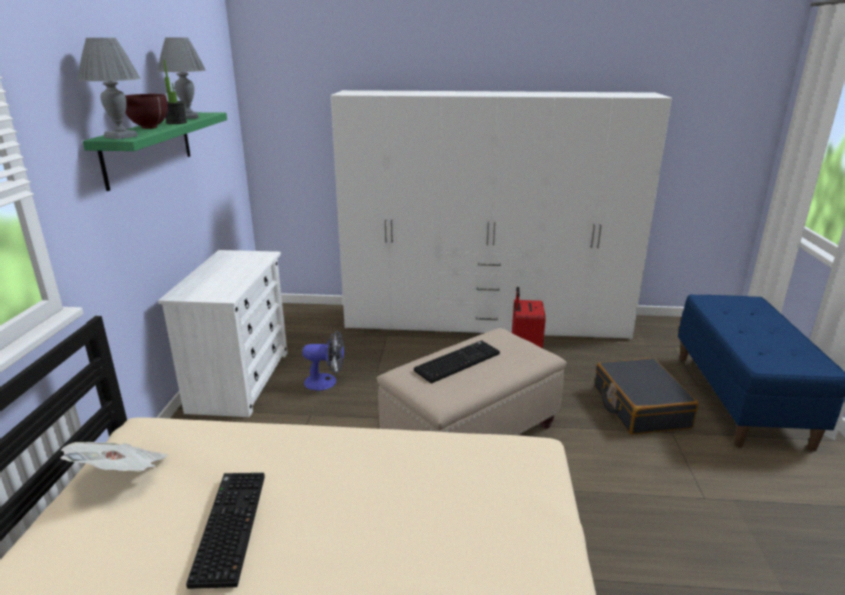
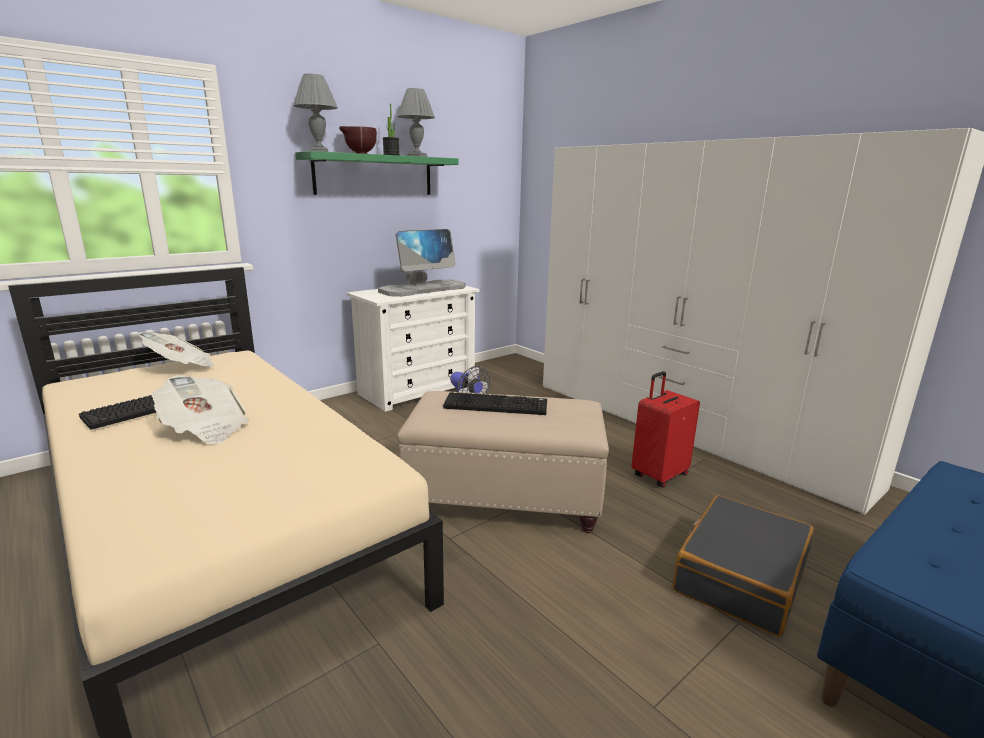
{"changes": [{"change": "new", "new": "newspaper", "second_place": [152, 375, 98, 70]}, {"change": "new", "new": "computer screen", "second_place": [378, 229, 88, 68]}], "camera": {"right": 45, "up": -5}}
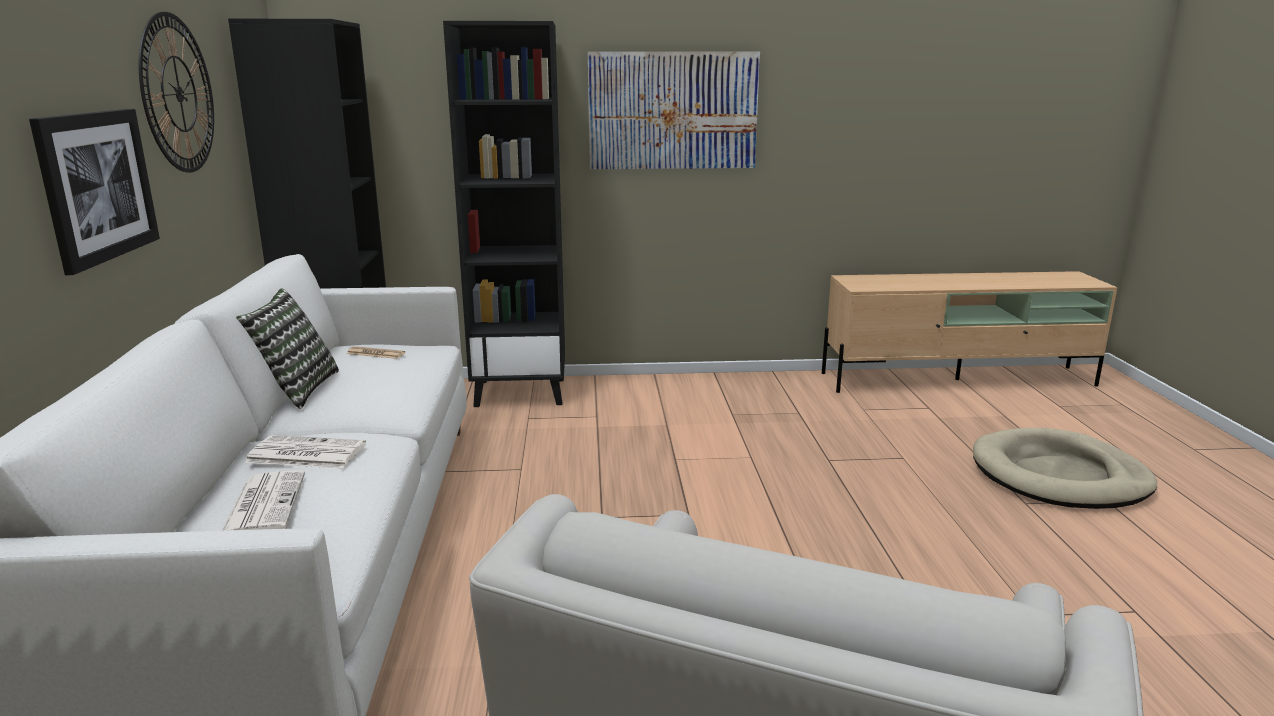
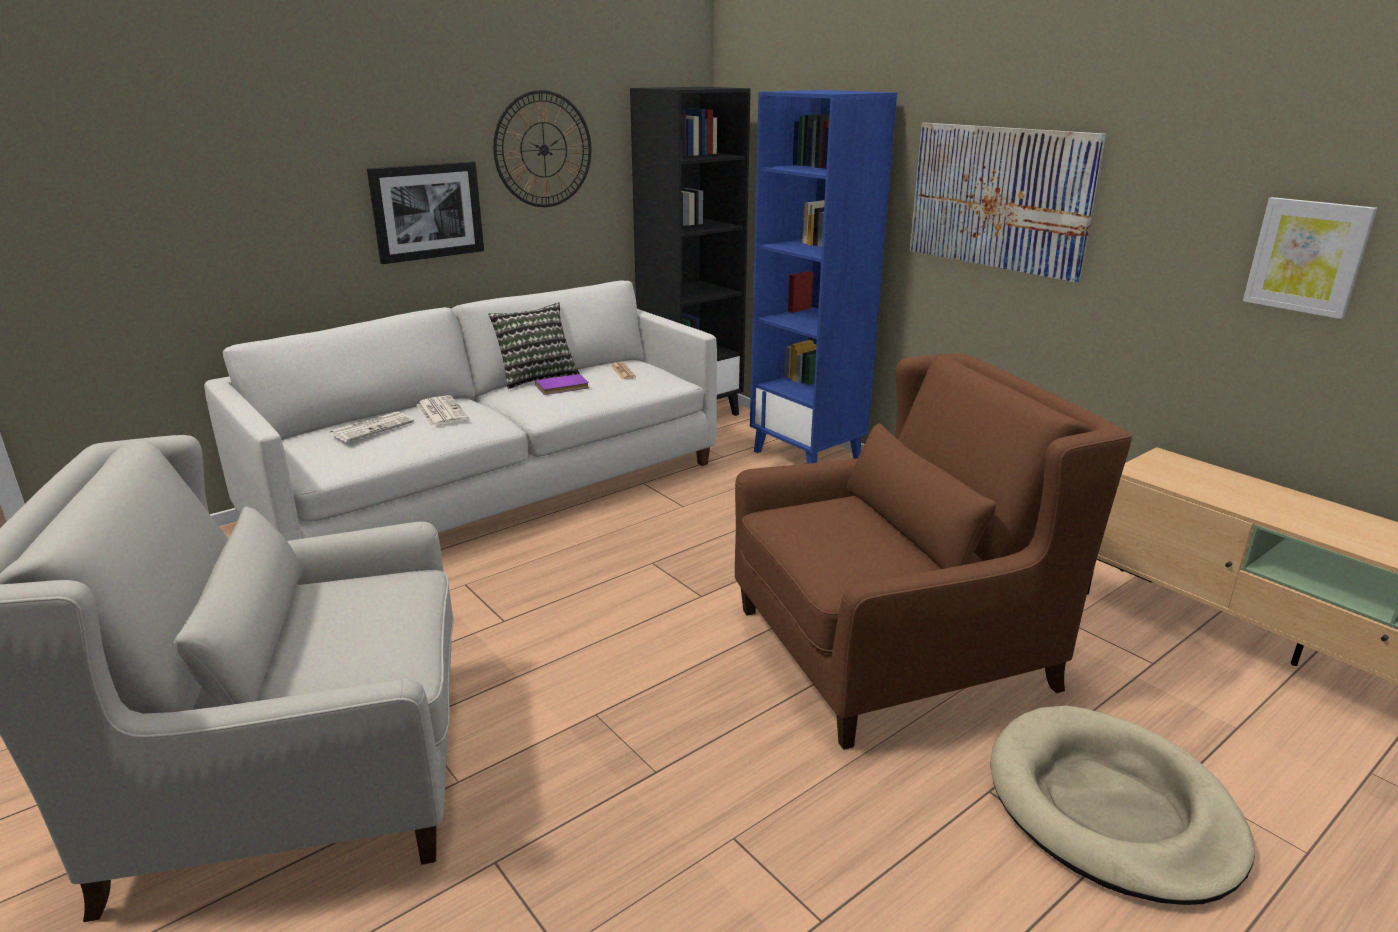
{"changes": [{"change": "new", "new": "purple book", "second_place": [535, 374, 54, 21]}, {"change": "new", "new": "brown armchair", "second_place": [735, 353, 398, 397]}, {"change": "new", "new": "picture", "second_place": [1243, 197, 134, 122]}, {"change": "repainted", "old": "blackish bookshelf", "new": "bluish bookshelf", "first_place": [443, 21, 122, 386], "second_place": [750, 90, 147, 374]}], "camera": {"right": 55, "up": 5}}
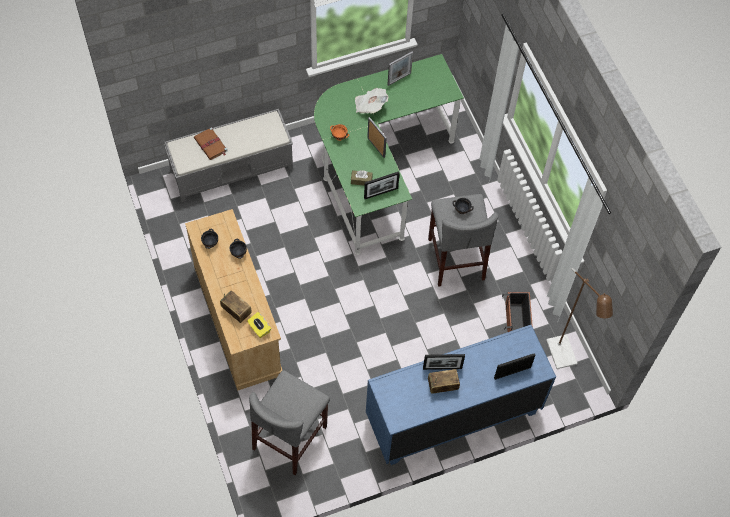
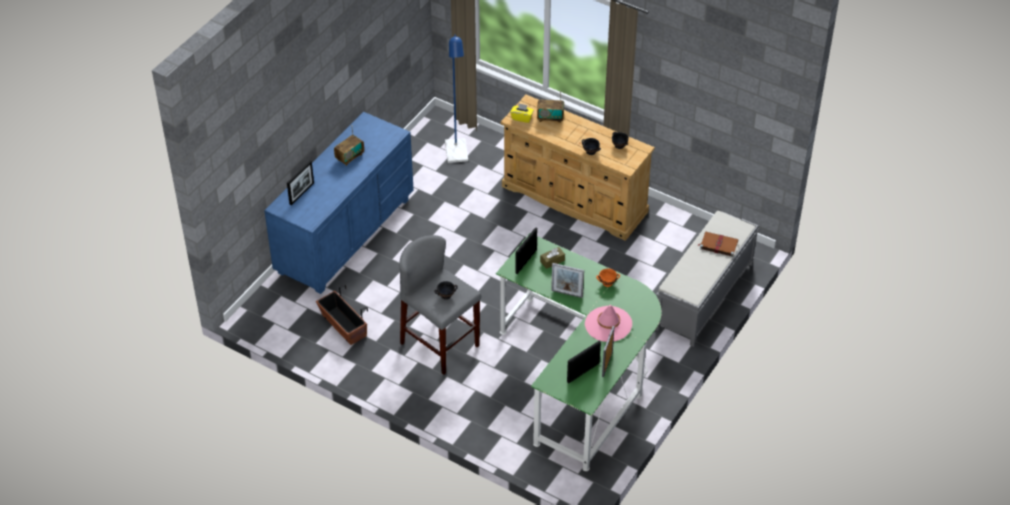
{"changes": [{"change": "gone", "old": "brown standing lamp", "first_place": [546, 268, 67, 101]}, {"change": "shifted", "old": "picture frame", "first_place": [423, 354, 42, 16], "second_place": [567, 341, 34, 43]}, {"change": "swapped", "old": "gray stool", "new": "bluish standing lamp", "first_place": [249, 370, 81, 105], "second_place": [445, 34, 23, 129]}, {"change": "swapped", "old": "newspaper", "new": "pink-coloured hat", "first_place": [355, 88, 33, 25], "second_place": [585, 305, 47, 37]}], "camera": {"right": 145, "up": -15}}
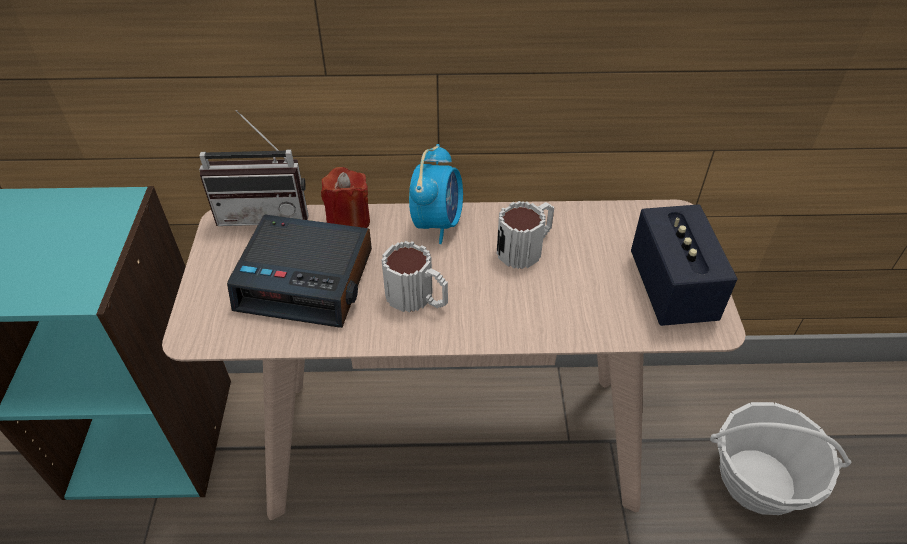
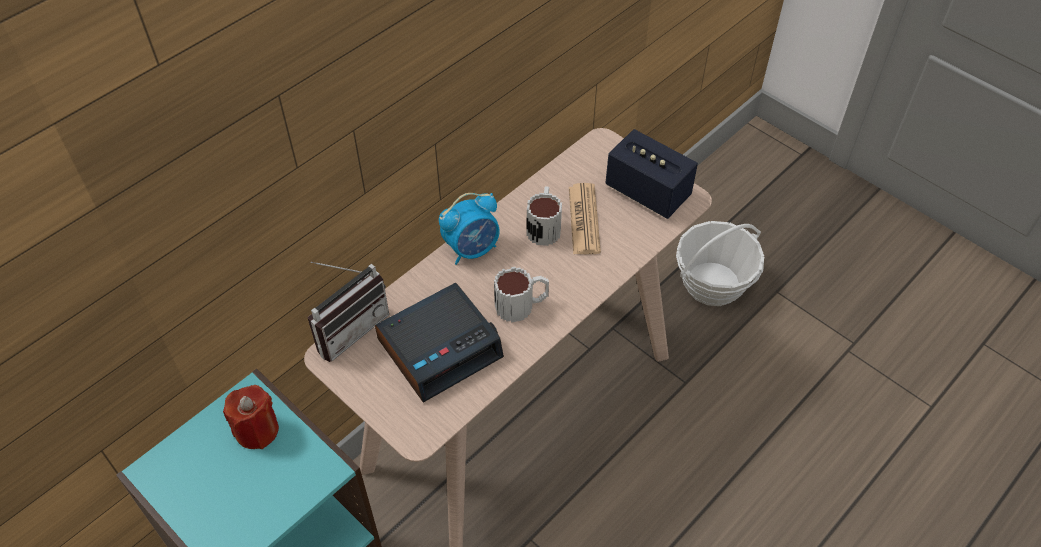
{"changes": [{"change": "new", "new": "newspaper", "second_place": [569, 183, 32, 71]}, {"change": "shifted", "old": "red candle", "first_place": [321, 167, 49, 61], "second_place": [223, 385, 56, 64]}, {"change": "rotated", "old": "alarm clock", "first_place": [409, 144, 54, 100], "second_place": [439, 193, 61, 72], "degrees": 90}], "camera": {"right": -45, "up": 5}}
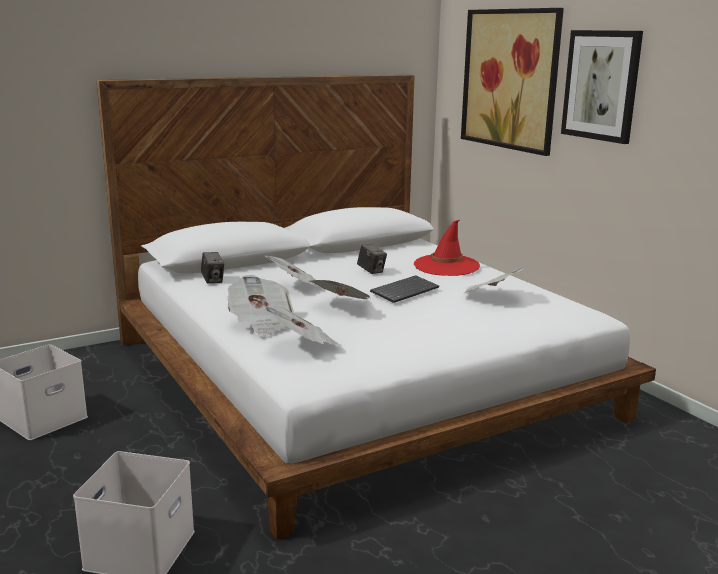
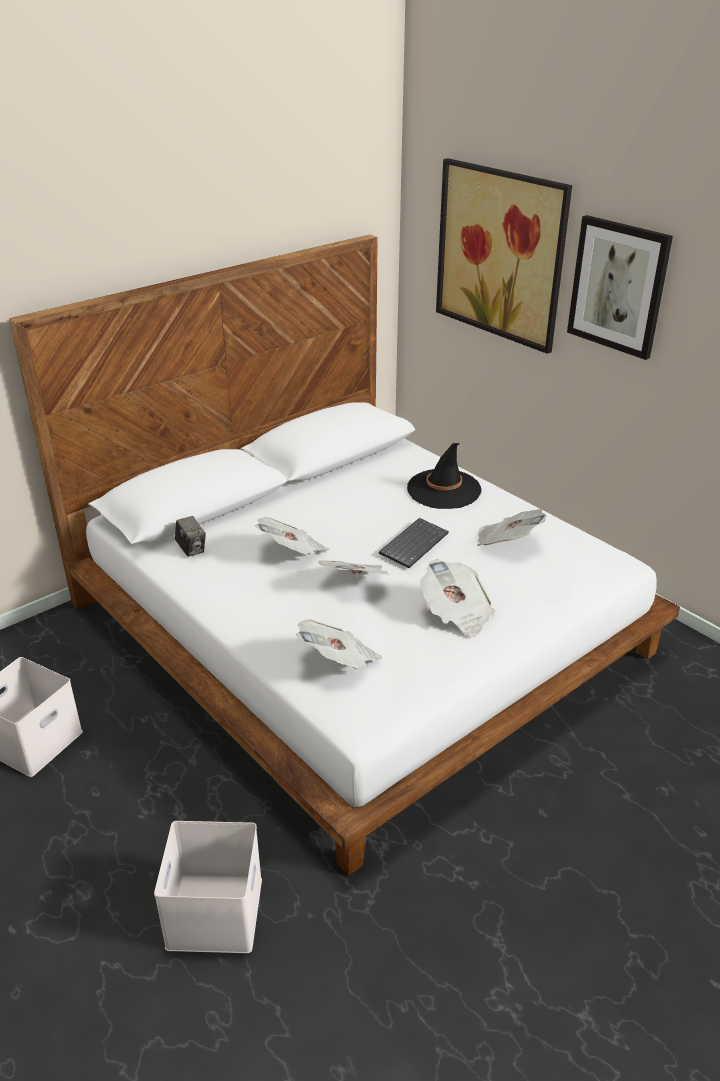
{"changes": [{"change": "gone", "old": "photo camera", "first_place": [357, 244, 30, 30]}, {"change": "shifted", "old": "newspaper", "first_place": [228, 275, 66, 61], "second_place": [420, 559, 75, 78]}, {"change": "repainted", "old": "red hat", "new": "blackish hat", "first_place": [414, 220, 66, 56], "second_place": [407, 443, 74, 66]}], "camera": {"right": -10, "up": 15}}
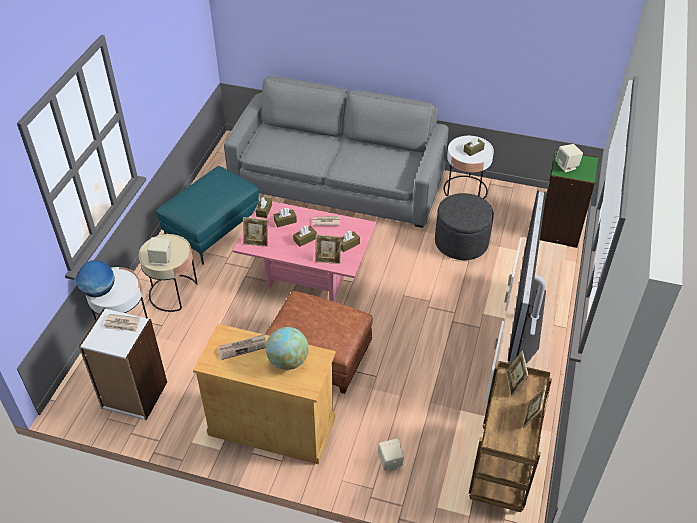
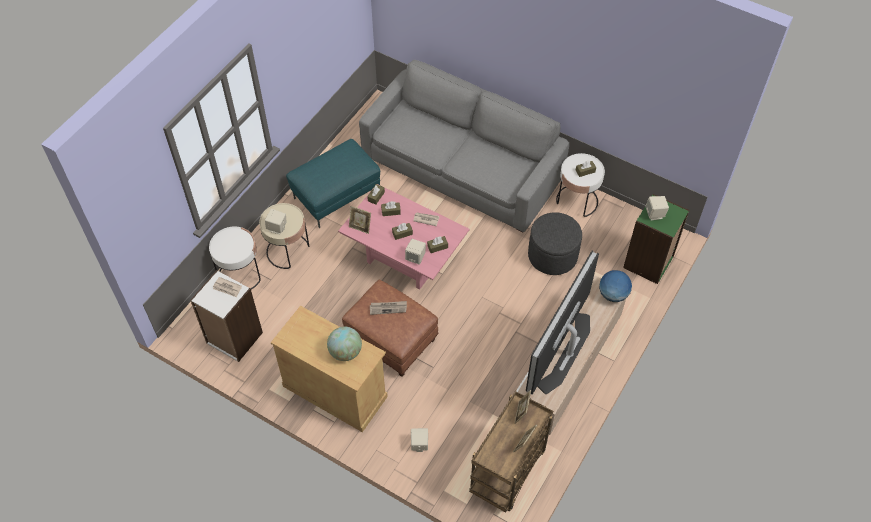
{"changes": [{"change": "shifted", "old": "desk globe", "first_place": [76, 260, 39, 37], "second_place": [599, 270, 33, 32]}, {"change": "shifted", "old": "newspaper", "first_place": [218, 334, 48, 26], "second_place": [370, 301, 37, 14]}, {"change": "swapped", "old": "picture frame", "new": "sand-coloured speaker", "first_place": [315, 235, 27, 29], "second_place": [405, 239, 21, 26]}], "camera": {"right": 15, "up": 10}}
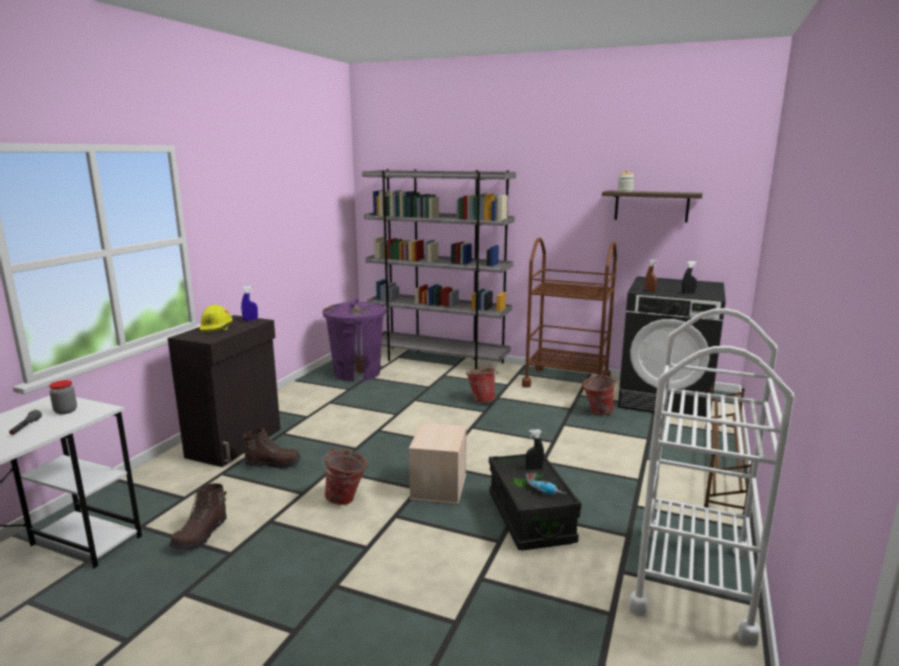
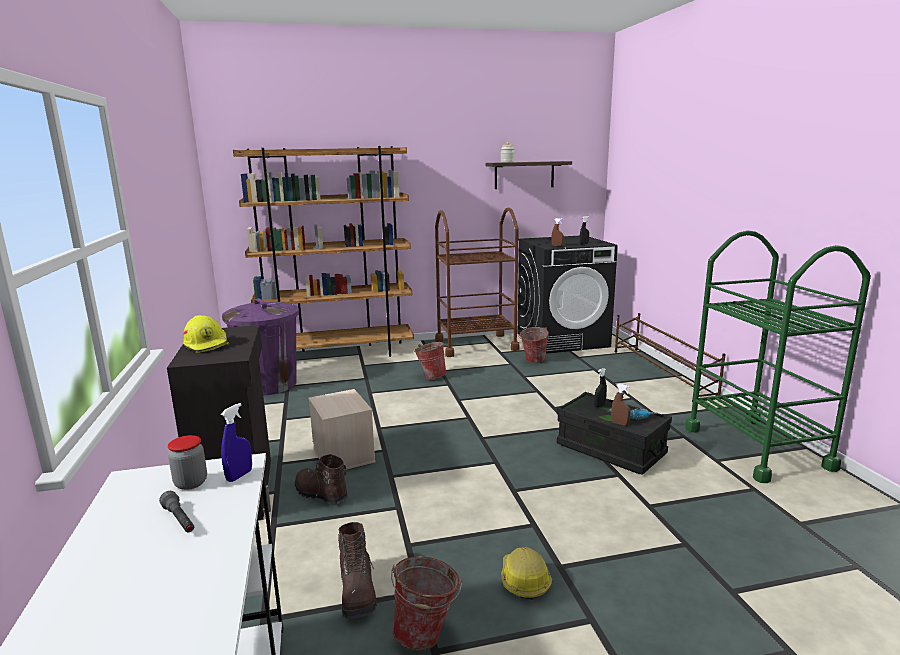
{"changes": [{"change": "new", "new": "work helmet", "second_place": [501, 547, 51, 53]}, {"change": "new", "new": "brown sprayer", "second_place": [611, 384, 19, 42]}, {"change": "shifted", "old": "bluish sprayer", "first_place": [241, 286, 17, 35], "second_place": [221, 403, 31, 79]}, {"change": "shifted", "old": "pail", "first_place": [322, 448, 46, 57], "second_place": [391, 556, 71, 95]}, {"change": "shifted", "old": "sand-coloured storage container", "first_place": [409, 423, 58, 82], "second_place": [309, 389, 66, 81]}, {"change": "repainted", "old": "gray bookshelf", "new": "brown bookshelf", "first_place": [362, 169, 154, 200], "second_place": [233, 146, 181, 211]}, {"change": "repainted", "old": "whitish wheeled cart", "new": "green wheeled cart", "first_place": [628, 308, 166, 338], "second_place": [685, 231, 186, 252]}, {"change": "rotated", "old": "brown tall boot", "first_place": [243, 428, 58, 41], "second_place": [295, 454, 53, 50], "degrees": -105}], "camera": {"right": -35, "up": 0}}
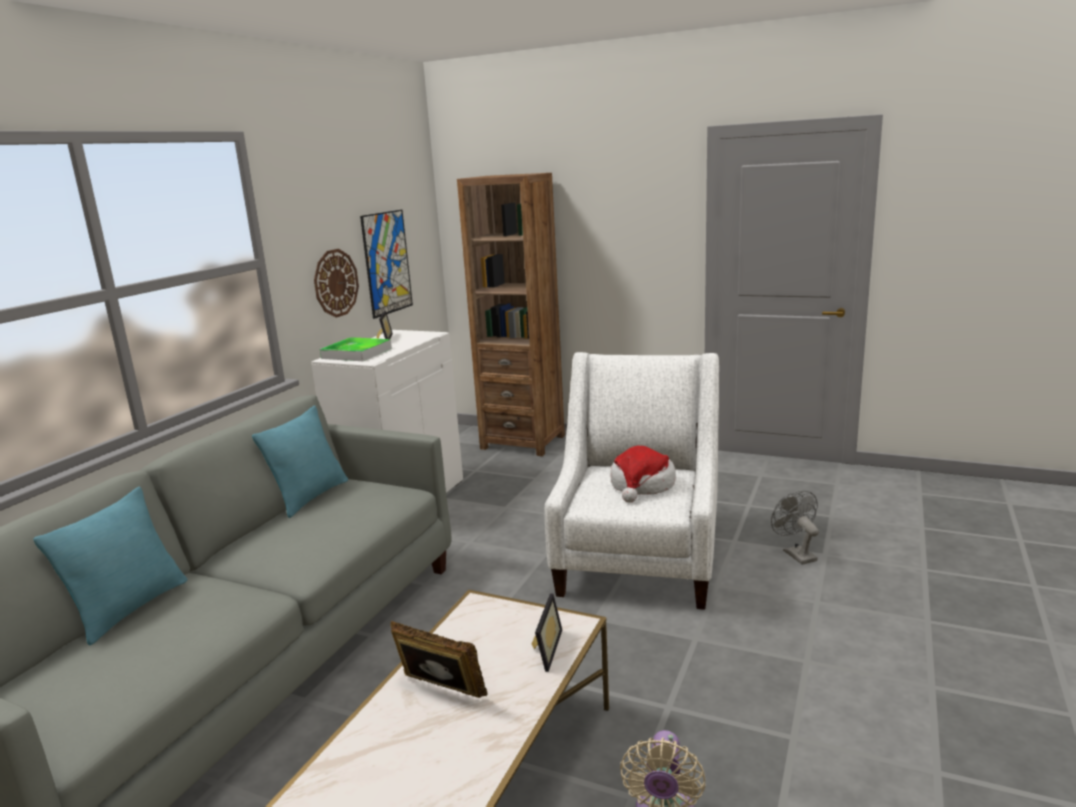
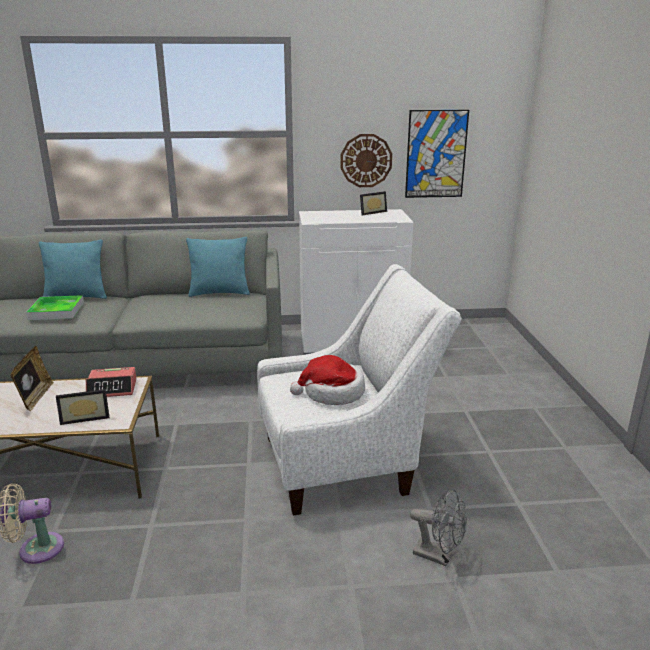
{"changes": [{"change": "gone", "old": "brown bookshelf", "first_place": [457, 173, 108, 283]}, {"change": "new", "new": "alarm clock", "second_place": [86, 367, 51, 30]}, {"change": "shifted", "old": "tray", "first_place": [320, 337, 72, 24], "second_place": [26, 295, 58, 25]}, {"change": "rotated", "old": "gray fan", "first_place": [771, 490, 48, 75], "second_place": [410, 489, 57, 77], "degrees": 75}], "camera": {"right": 60, "up": 5}}
